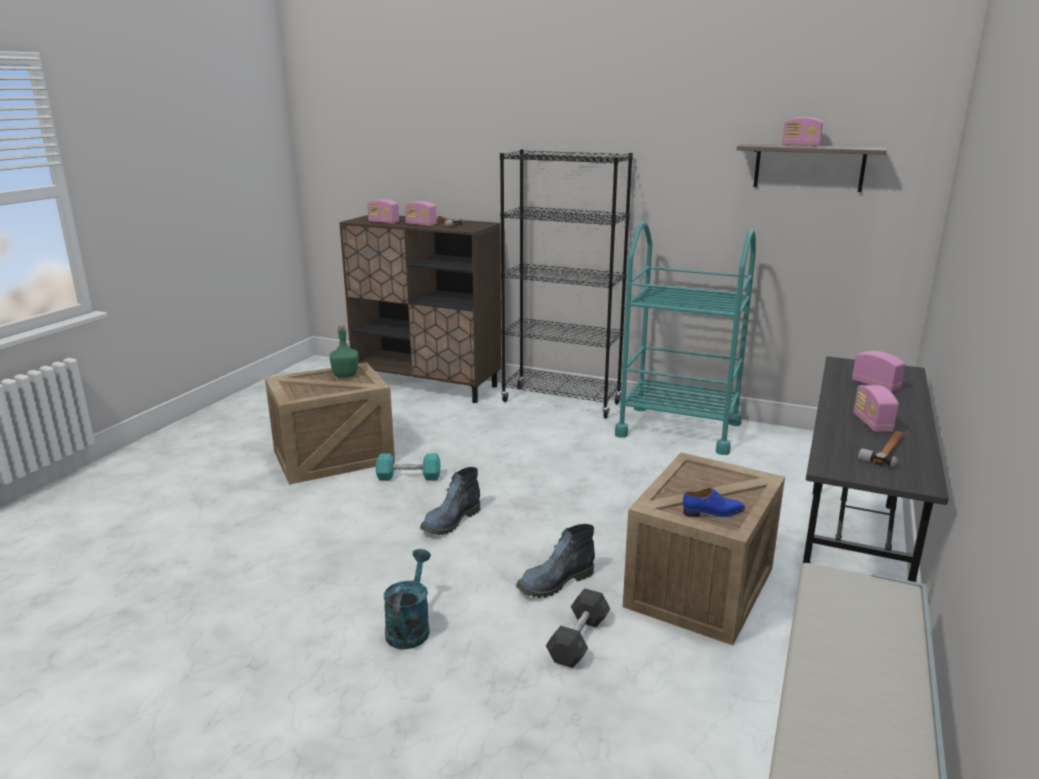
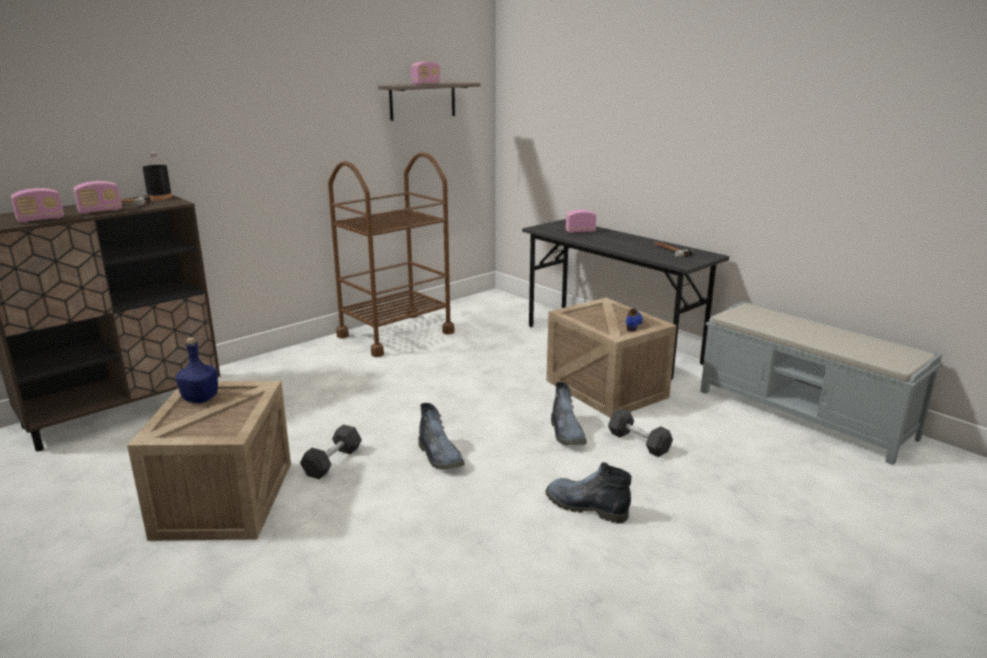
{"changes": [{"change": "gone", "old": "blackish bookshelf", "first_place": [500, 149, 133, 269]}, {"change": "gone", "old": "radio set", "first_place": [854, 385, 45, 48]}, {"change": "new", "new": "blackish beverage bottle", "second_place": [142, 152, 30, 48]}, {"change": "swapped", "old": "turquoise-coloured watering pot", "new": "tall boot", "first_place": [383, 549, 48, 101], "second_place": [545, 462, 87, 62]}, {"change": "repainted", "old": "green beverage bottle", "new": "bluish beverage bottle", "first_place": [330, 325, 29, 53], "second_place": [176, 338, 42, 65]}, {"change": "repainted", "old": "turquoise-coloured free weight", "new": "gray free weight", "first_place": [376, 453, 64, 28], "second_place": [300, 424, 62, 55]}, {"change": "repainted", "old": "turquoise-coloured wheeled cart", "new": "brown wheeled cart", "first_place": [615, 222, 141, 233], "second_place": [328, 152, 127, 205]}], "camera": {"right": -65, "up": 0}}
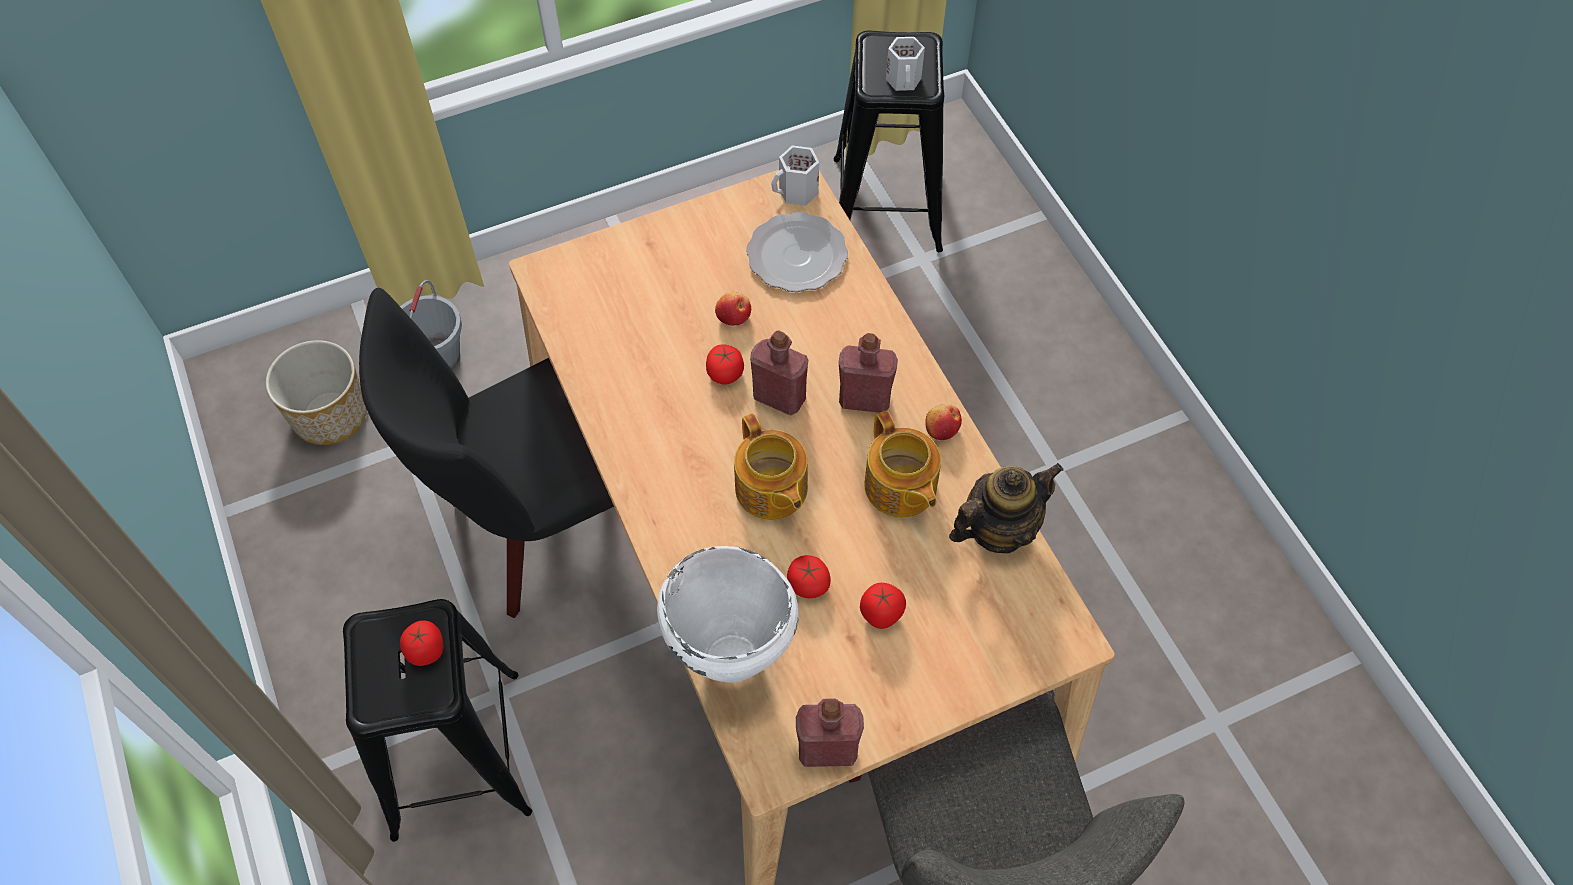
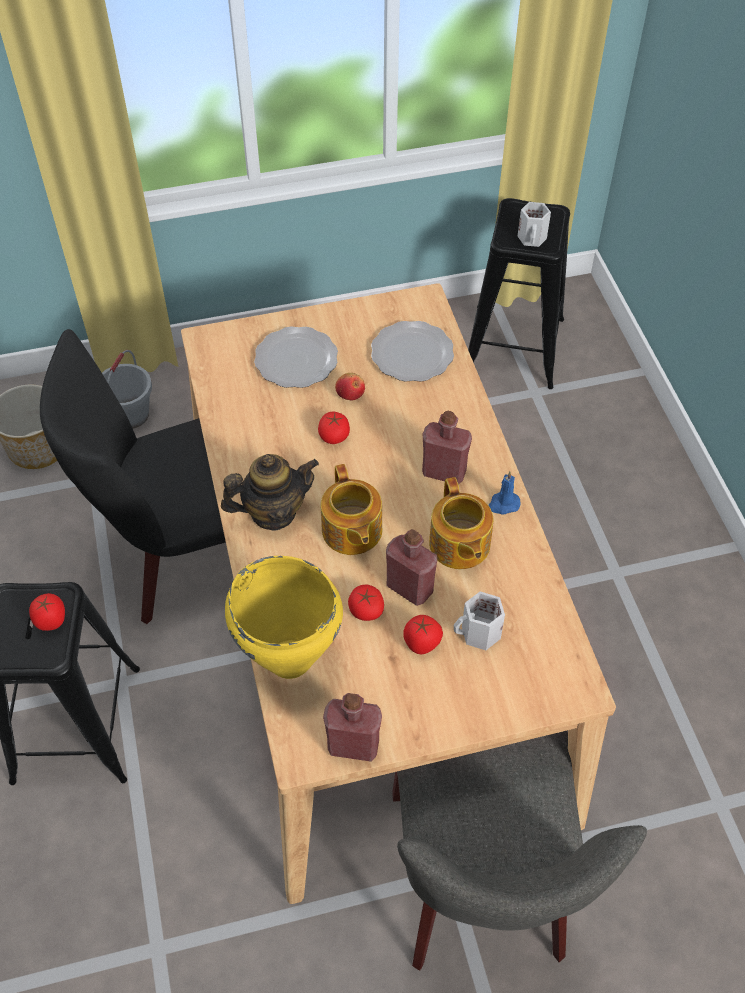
{"changes": [{"change": "new", "new": "plate", "second_place": [254, 326, 84, 62]}, {"change": "shifted", "old": "red beverage bottle", "first_place": [750, 330, 58, 86], "second_place": [386, 529, 51, 77]}, {"change": "shifted", "old": "whitish coffee mug", "first_place": [771, 145, 48, 61], "second_place": [454, 591, 51, 59]}, {"change": "shifted", "old": "teapot", "first_place": [949, 463, 115, 90], "second_place": [221, 454, 98, 77]}, {"change": "swapped", "old": "apple", "new": "bluish candle", "first_place": [925, 404, 37, 36], "second_place": [488, 471, 33, 43]}, {"change": "repainted", "old": "whitish cooking pot", "new": "yellowish cooking pot", "first_place": [657, 546, 142, 137], "second_place": [225, 556, 118, 123]}], "camera": {"right": 10, "up": -5}}
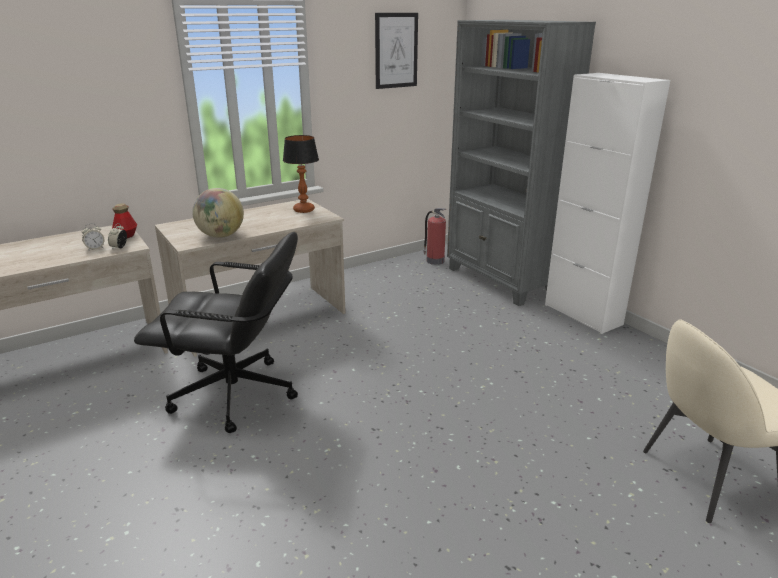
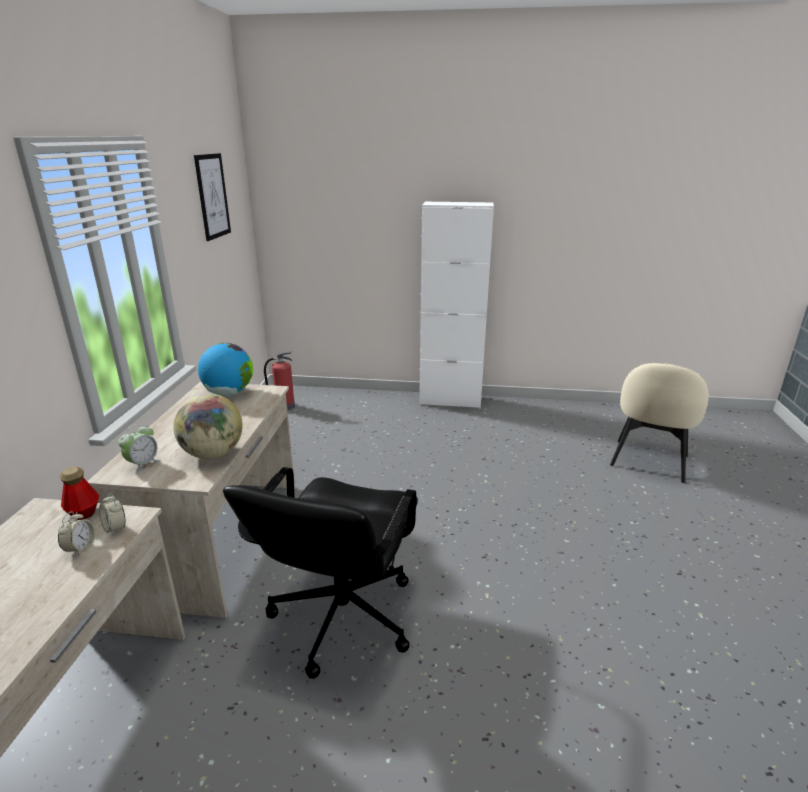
{"changes": [{"change": "gone", "old": "gray bookshelf", "first_place": [447, 20, 149, 286]}, {"change": "new", "new": "alarm clock", "second_place": [118, 424, 43, 50]}, {"change": "swapped", "old": "table lamp", "new": "desk globe", "first_place": [283, 135, 36, 78], "second_place": [198, 343, 55, 53]}, {"change": "rotated", "old": "blackish desk chair", "first_place": [134, 232, 164, 201], "second_place": [223, 467, 195, 212], "degrees": 150}], "camera": {"right": -50, "up": 0}}
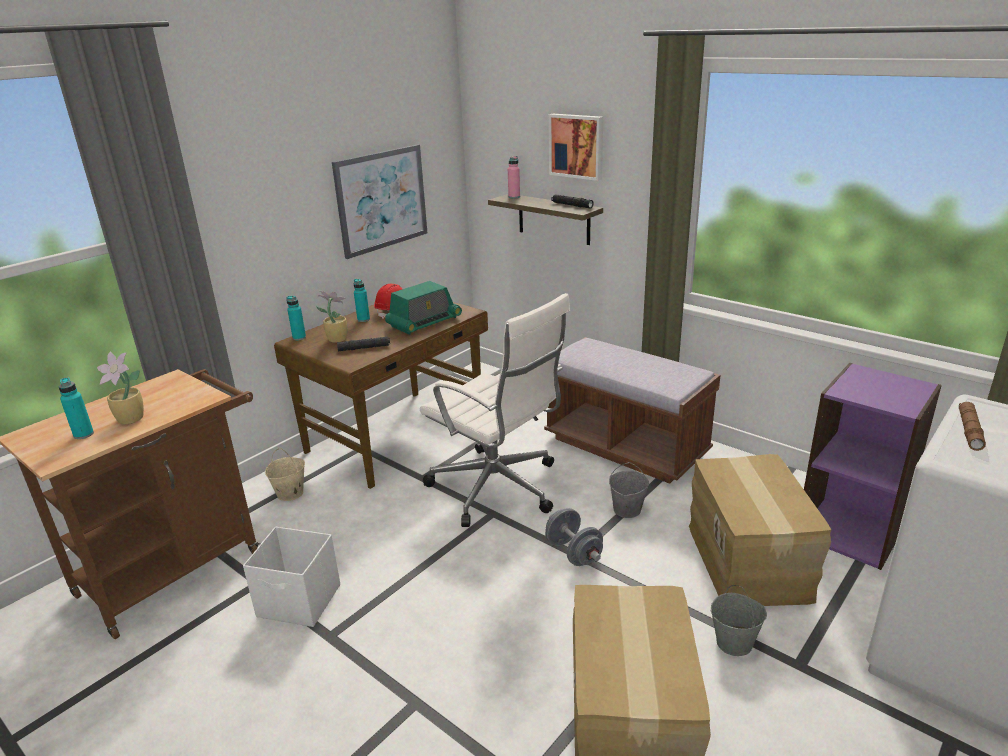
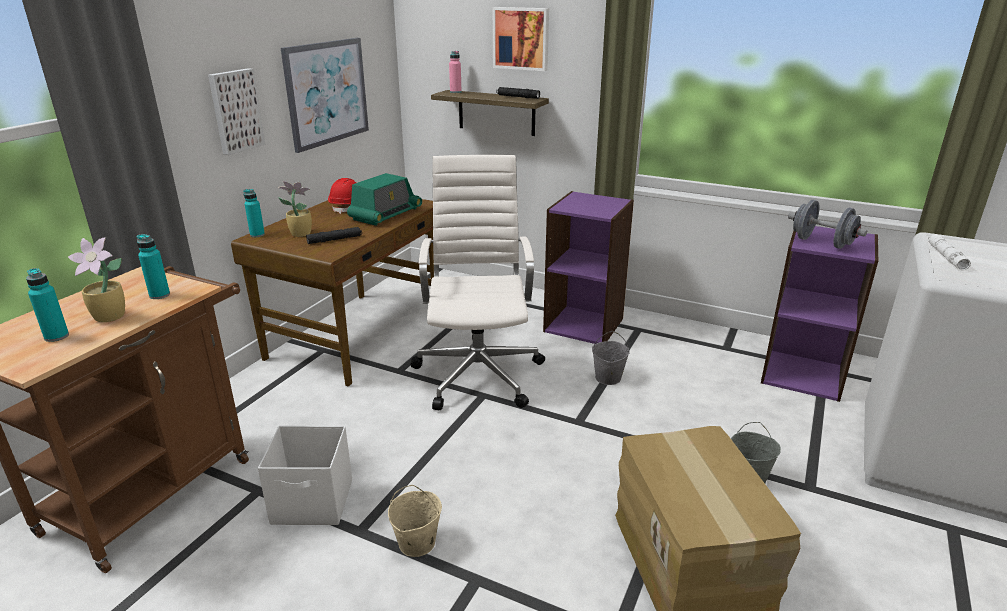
{"changes": [{"change": "gone", "old": "packing box", "first_place": [689, 454, 142, 152]}, {"change": "new", "new": "picture", "second_place": [208, 68, 57, 87]}, {"change": "shifted", "old": "sand-coloured pail", "first_place": [265, 448, 40, 53], "second_place": [388, 485, 54, 72]}, {"change": "shifted", "old": "turquoise-coloured beverage bottle", "first_place": [354, 279, 16, 43], "second_place": [136, 234, 34, 65]}, {"change": "shifted", "old": "gray free weight", "first_place": [545, 508, 58, 58], "second_place": [788, 200, 79, 49]}, {"change": "swapped", "old": "brown indoor bench", "new": "purple bookshelf", "first_place": [544, 337, 176, 147], "second_place": [543, 191, 91, 153]}, {"change": "repainted", "old": "brown torch", "new": "whitish torch", "first_place": [959, 402, 27, 49], "second_place": [928, 234, 43, 36]}, {"change": "rotated", "old": "whitish desk chair", "first_place": [420, 293, 150, 234], "second_place": [411, 155, 134, 255], "degrees": -120}], "camera": {"right": -15, "up": 0}}
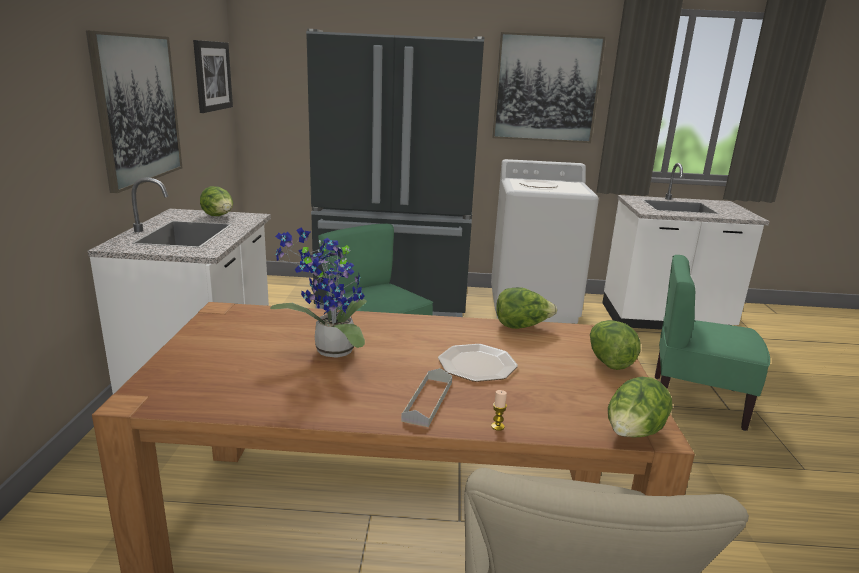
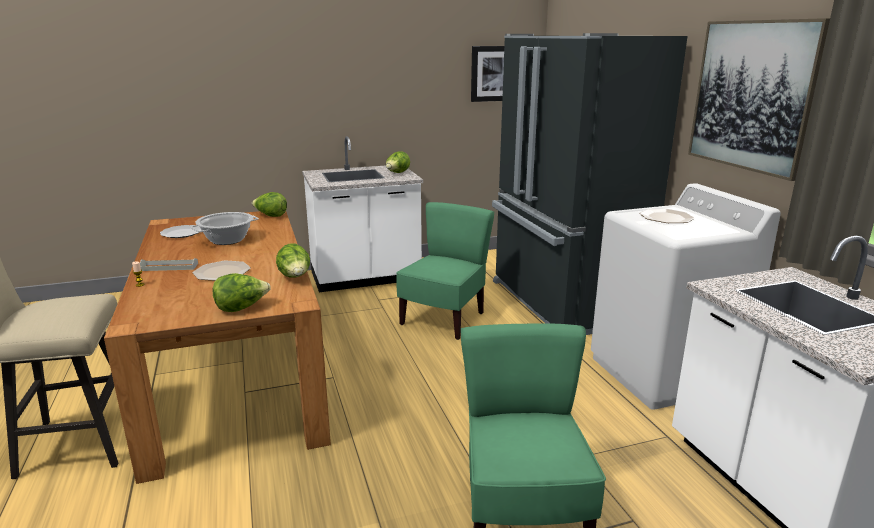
{"changes": [{"change": "gone", "old": "picture", "first_place": [86, 30, 96, 163]}, {"change": "new", "new": "plate", "second_place": [160, 225, 41, 13]}, {"change": "shifted", "old": "lettuce", "first_place": [608, 377, 64, 61], "second_place": [252, 192, 35, 25]}, {"change": "swapped", "old": "potted plant", "new": "cooking pot", "first_place": [270, 228, 97, 130], "second_place": [190, 212, 69, 33]}], "camera": {"right": 70, "up": 0}}
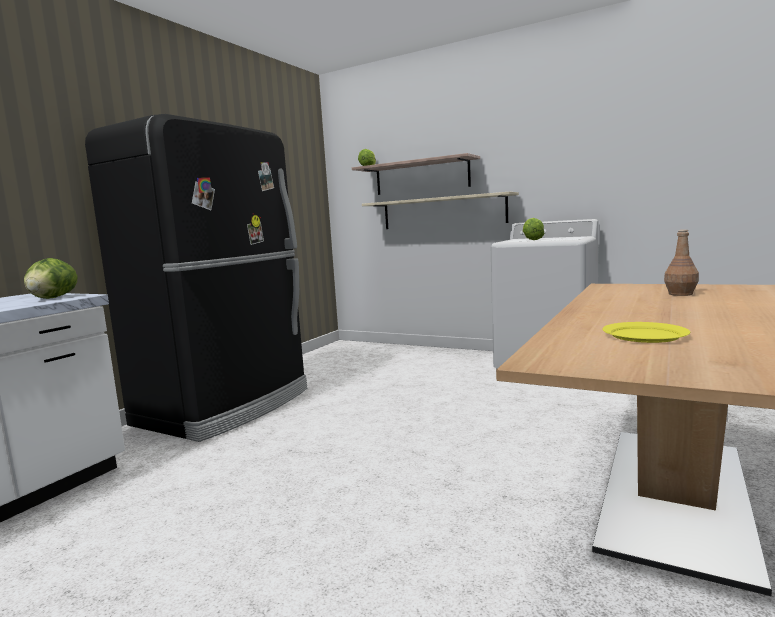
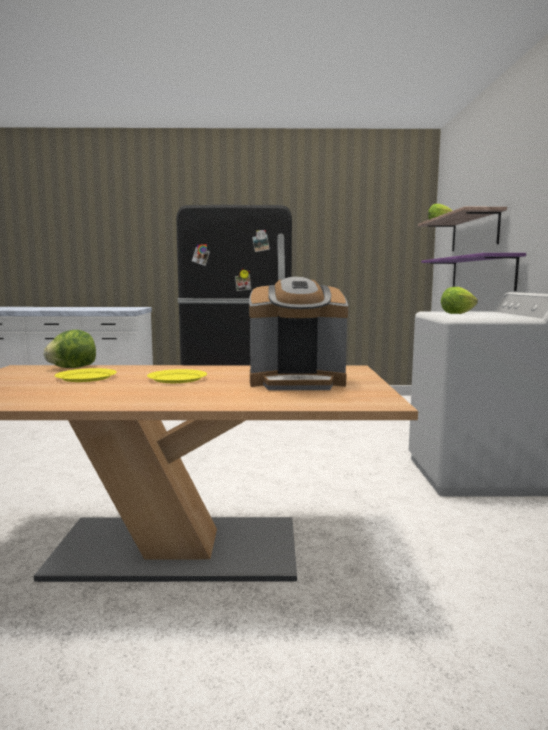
{"changes": [{"change": "new", "new": "yellowish plate", "second_place": [147, 369, 60, 14]}, {"change": "shifted", "old": "lettuce", "first_place": [24, 258, 54, 41], "second_place": [44, 330, 52, 38]}, {"change": "swapped", "old": "brown beverage bottle", "new": "coffee machine", "first_place": [664, 230, 35, 66], "second_place": [249, 277, 99, 113]}, {"change": "repainted", "old": "sand-coloured bracket shelf", "new": "purple bracket shelf", "first_place": [362, 192, 157, 37], "second_place": [421, 253, 105, 38]}], "camera": {"right": 60, "up": 0}}
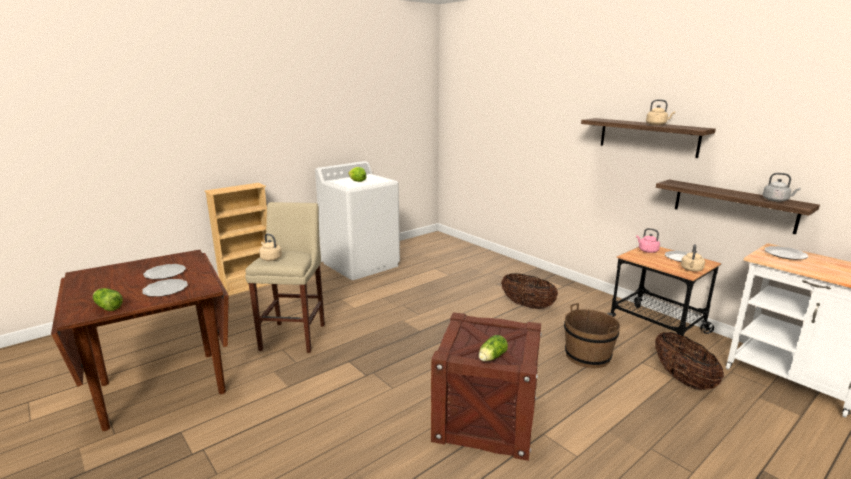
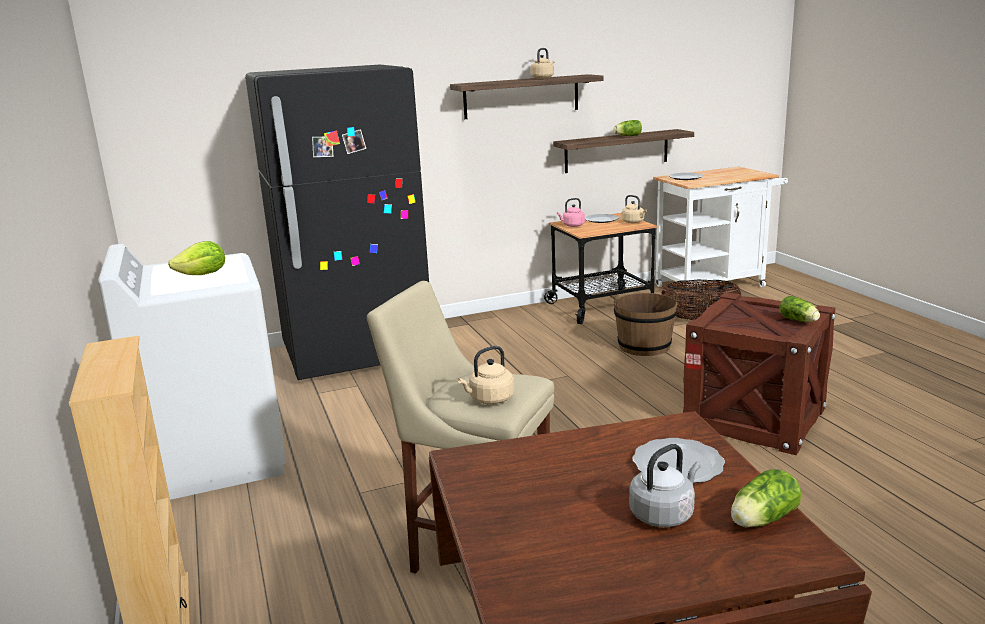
{"changes": [{"change": "gone", "old": "plate", "first_place": [143, 264, 43, 15]}, {"change": "gone", "old": "basket", "first_place": [501, 273, 57, 36]}, {"change": "new", "new": "blackish refrigerator", "second_place": [245, 65, 184, 315]}, {"change": "new", "new": "lettuce", "second_place": [614, 120, 28, 16]}, {"change": "shifted", "old": "gray kettle", "first_place": [763, 173, 38, 29], "second_place": [629, 444, 72, 83]}], "camera": {"right": -70, "up": 0}}
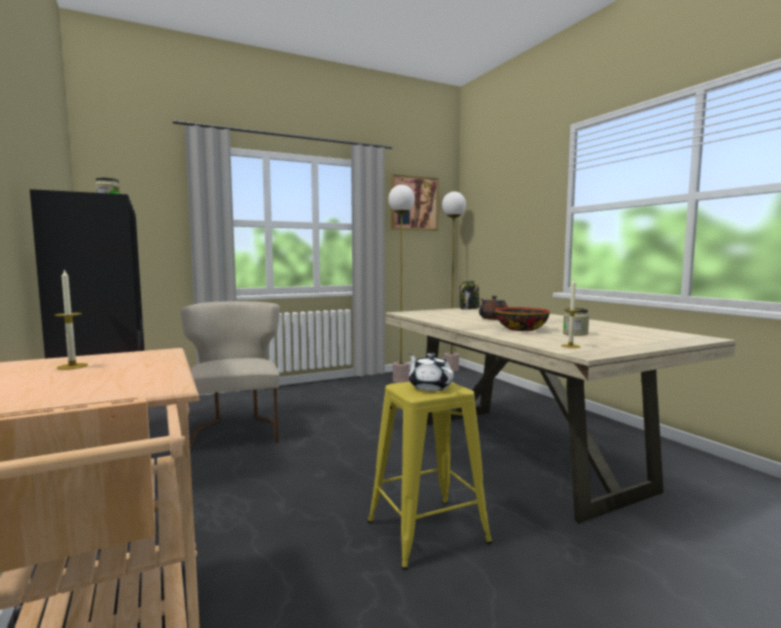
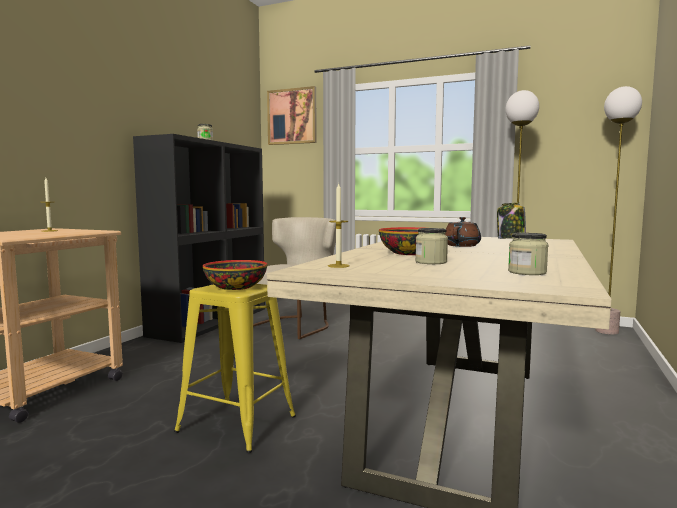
{"changes": [{"change": "new", "new": "preserve jar", "second_place": [508, 233, 41, 42]}, {"change": "shifted", "old": "picture", "first_place": [391, 174, 48, 57], "second_place": [267, 86, 50, 59]}, {"change": "swapped", "old": "whitish teapot", "new": "serving bowl", "first_place": [409, 353, 45, 38], "second_place": [203, 260, 64, 30]}], "camera": {"right": 50, "up": 0}}
